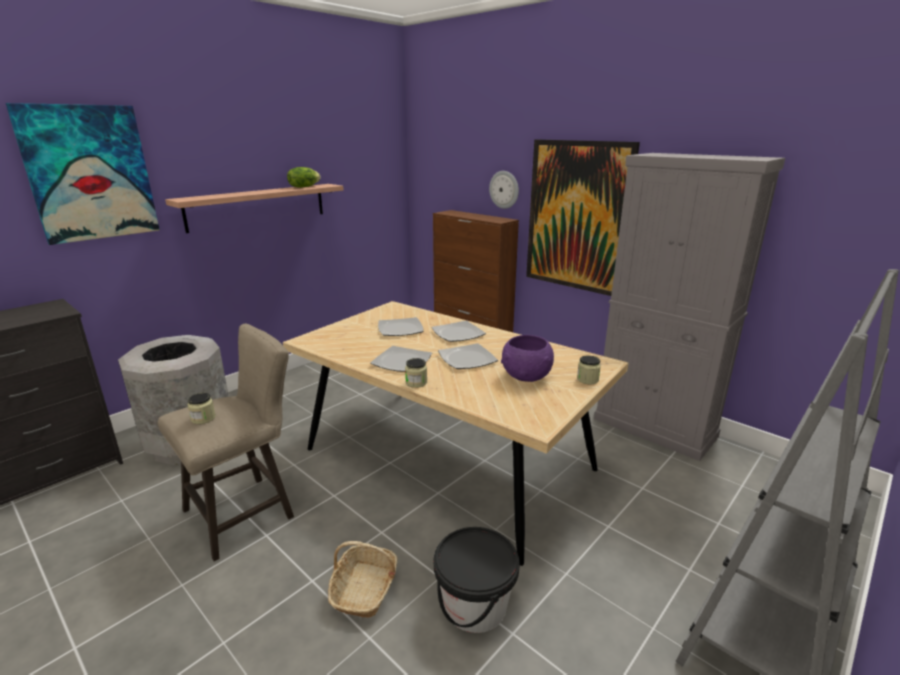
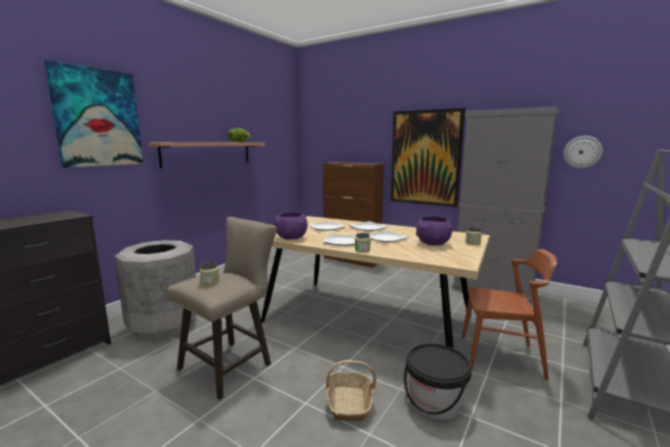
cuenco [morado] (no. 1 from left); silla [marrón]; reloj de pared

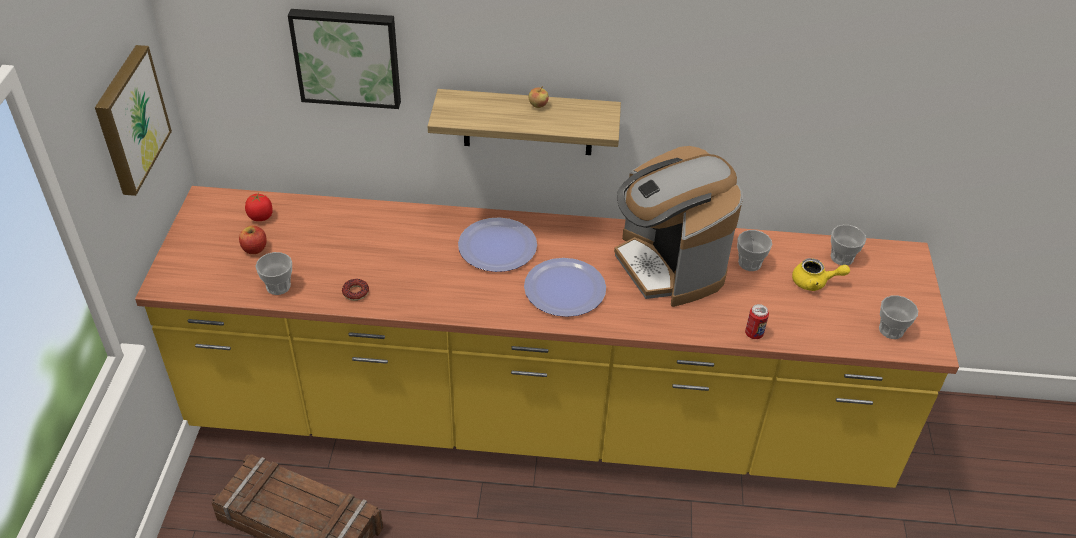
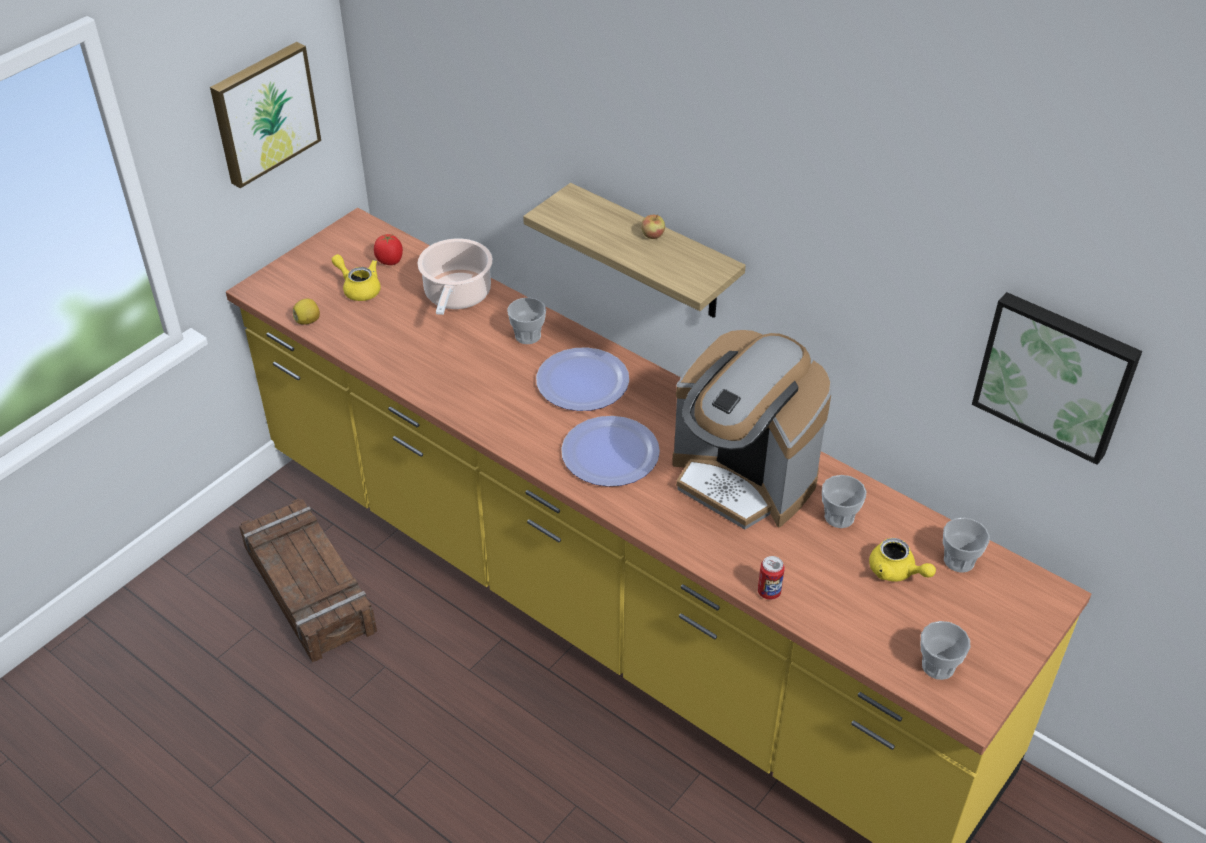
limón; tetera [amarillo] (no. 1 from left); olla; taza (no. 1 from left); cafetera; cuadro (no. 2 from left); rosquilla

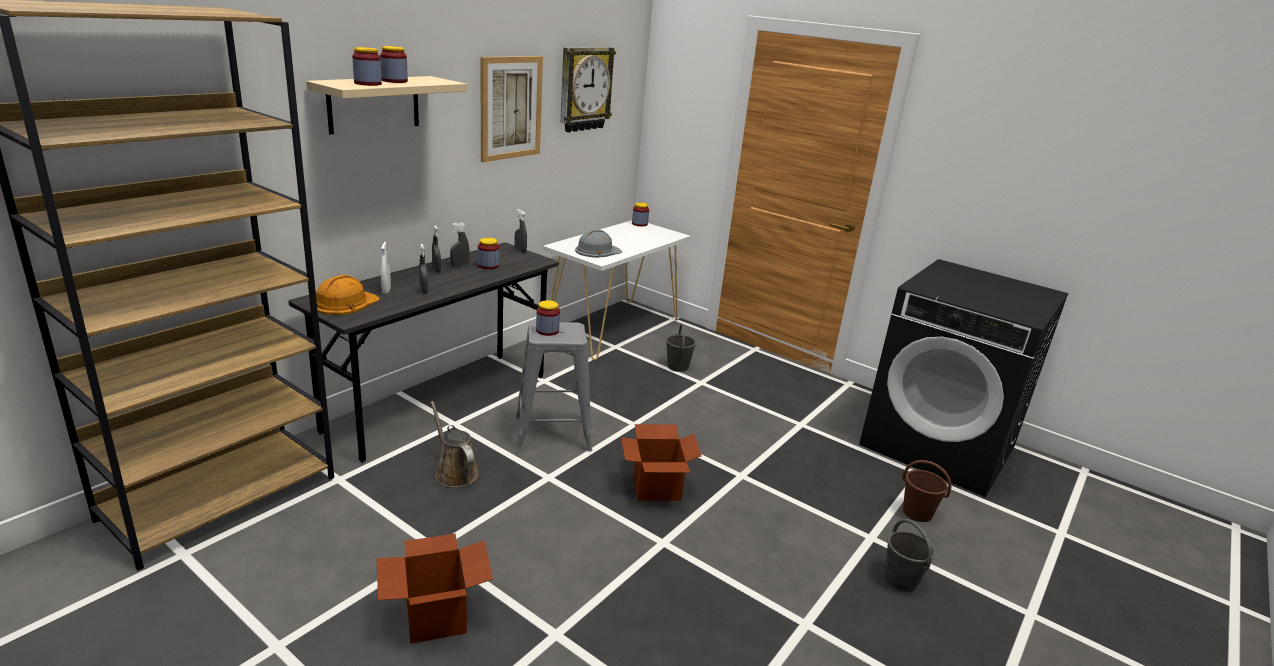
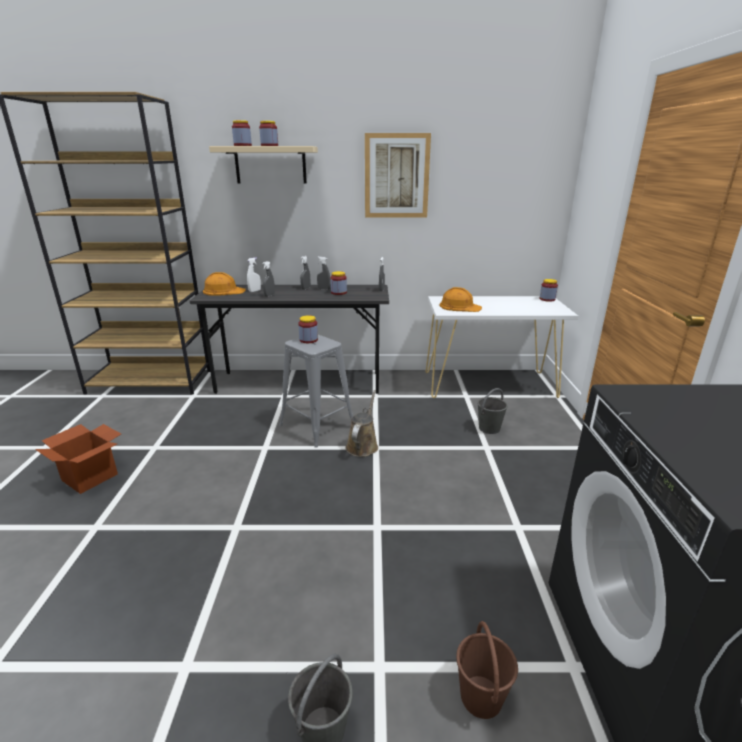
regadera [marrón]; casco [naranja] (no. 2 from left); reloj de pared; caja de cartón (no. 2 from left in the first image)

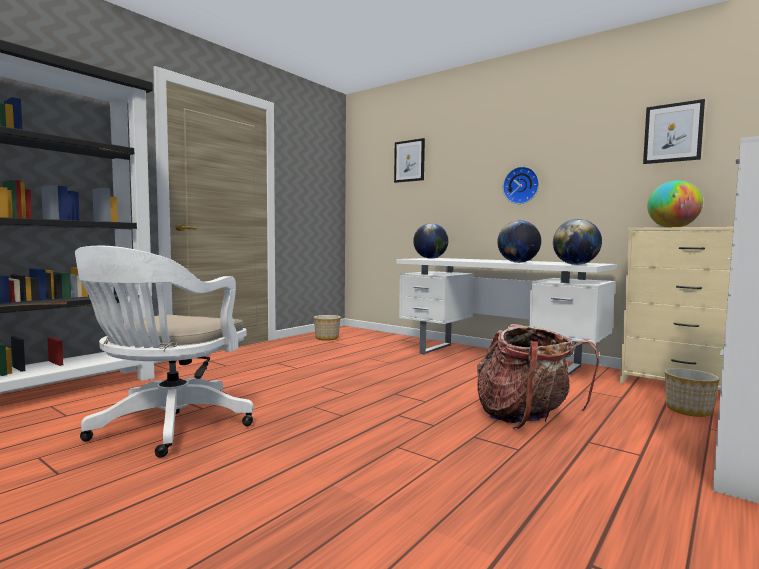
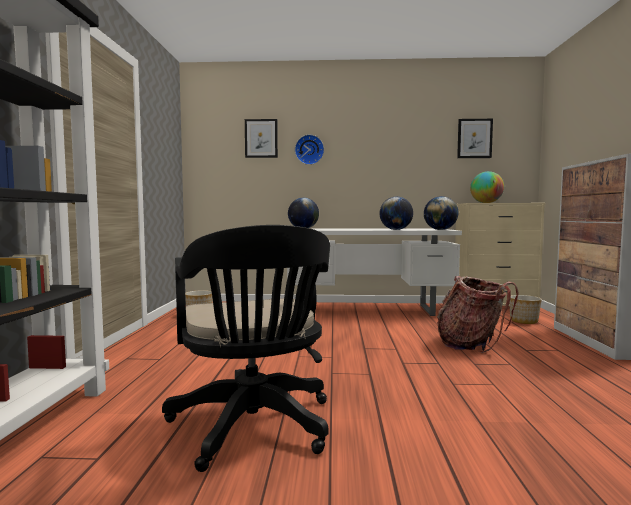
silla de oficina [negro]; reloj de pared

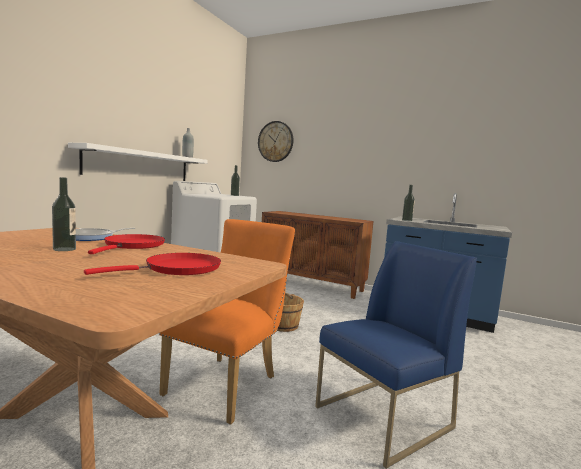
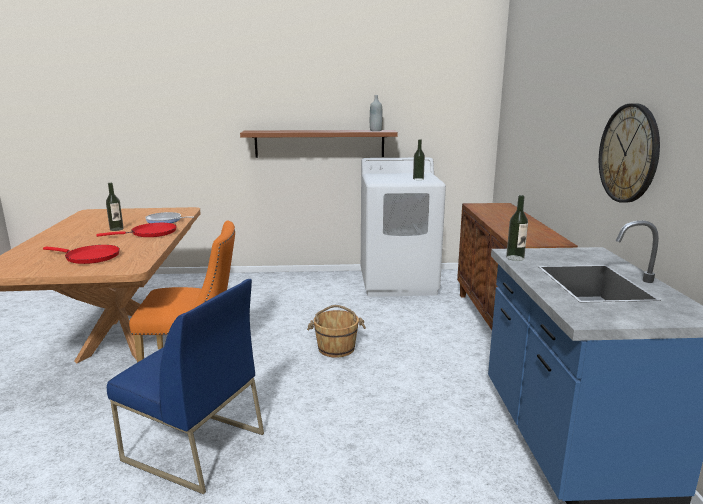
estante [marrón]; reloj de pared

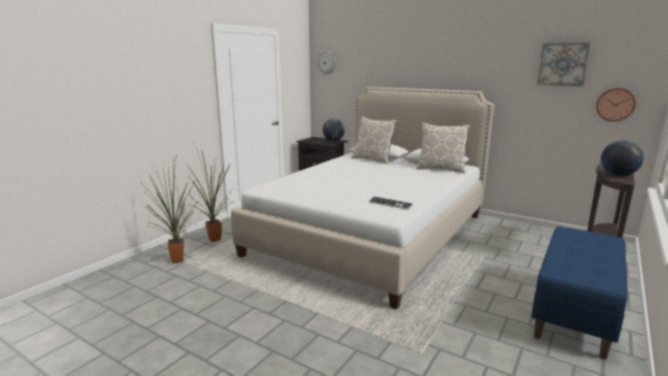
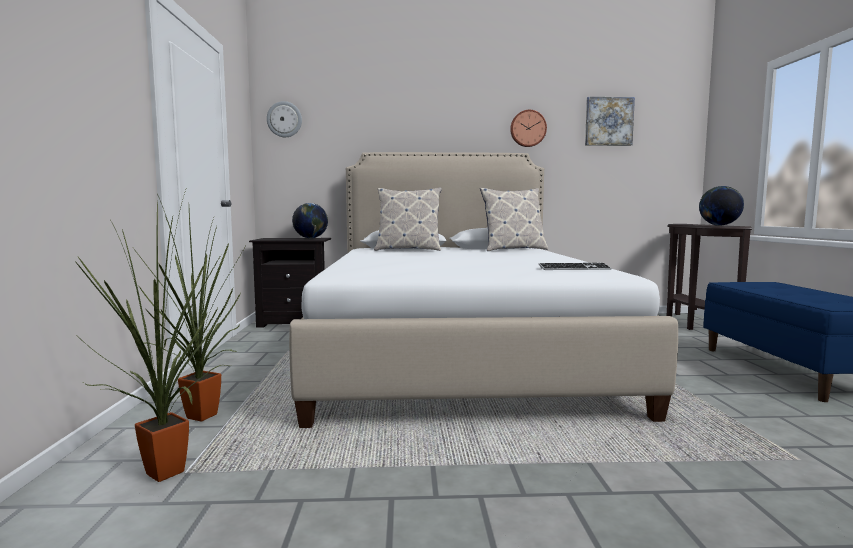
reloj de pared (no. 2 from left)

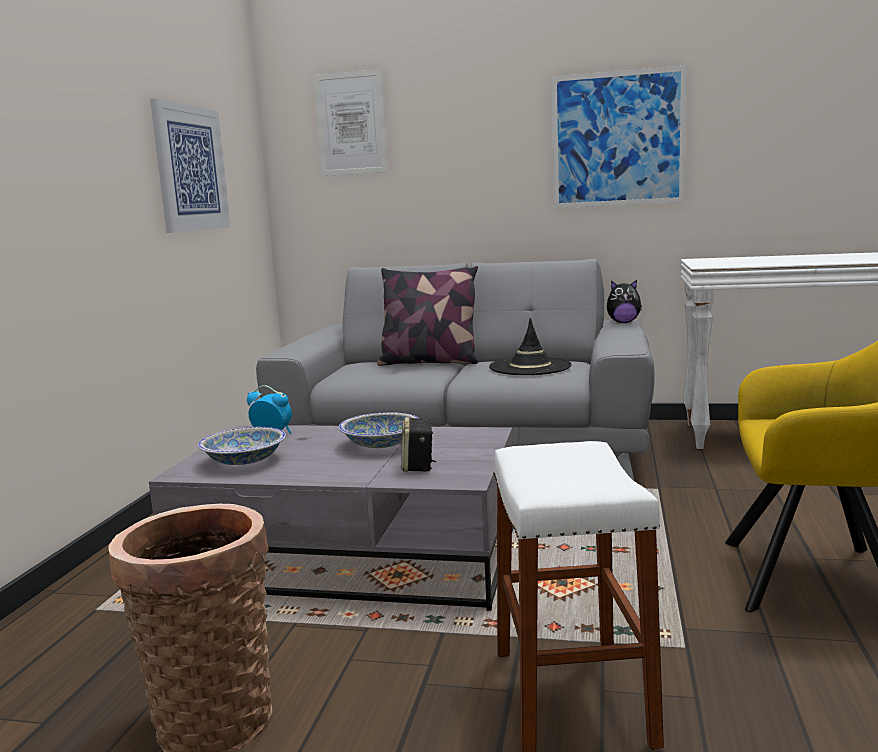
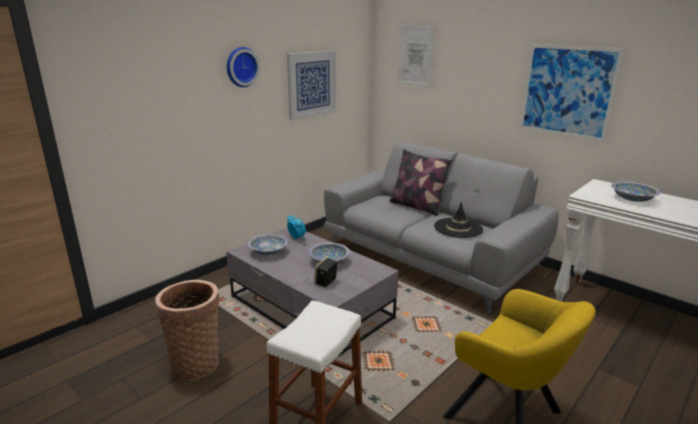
reloj de pared; cuenco (no. 3 from left); peluche

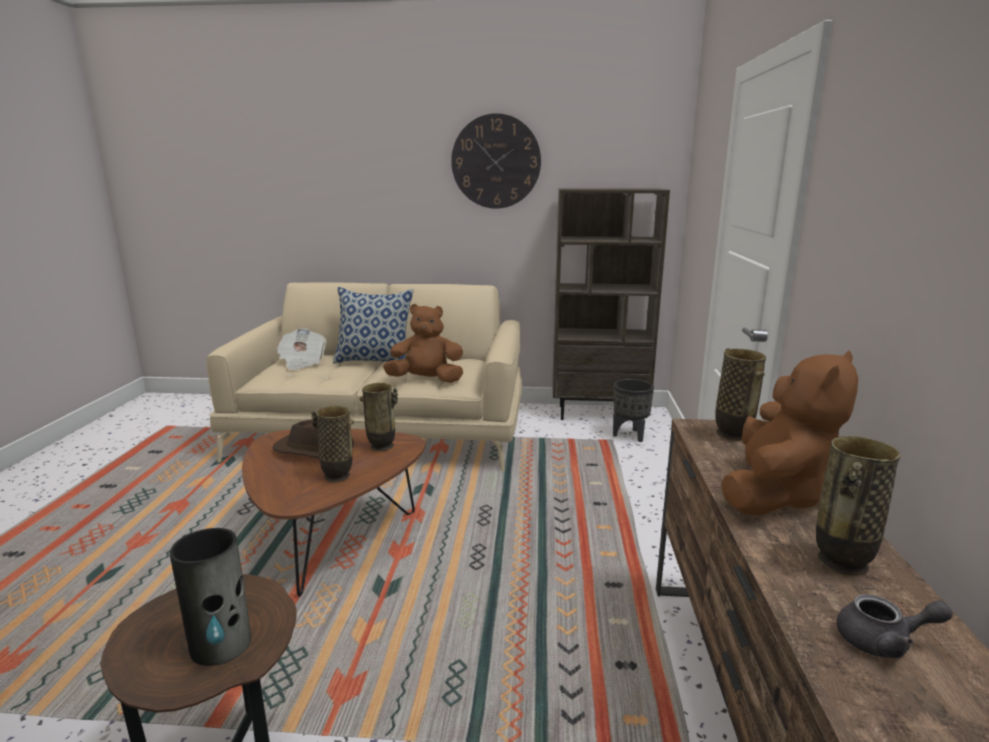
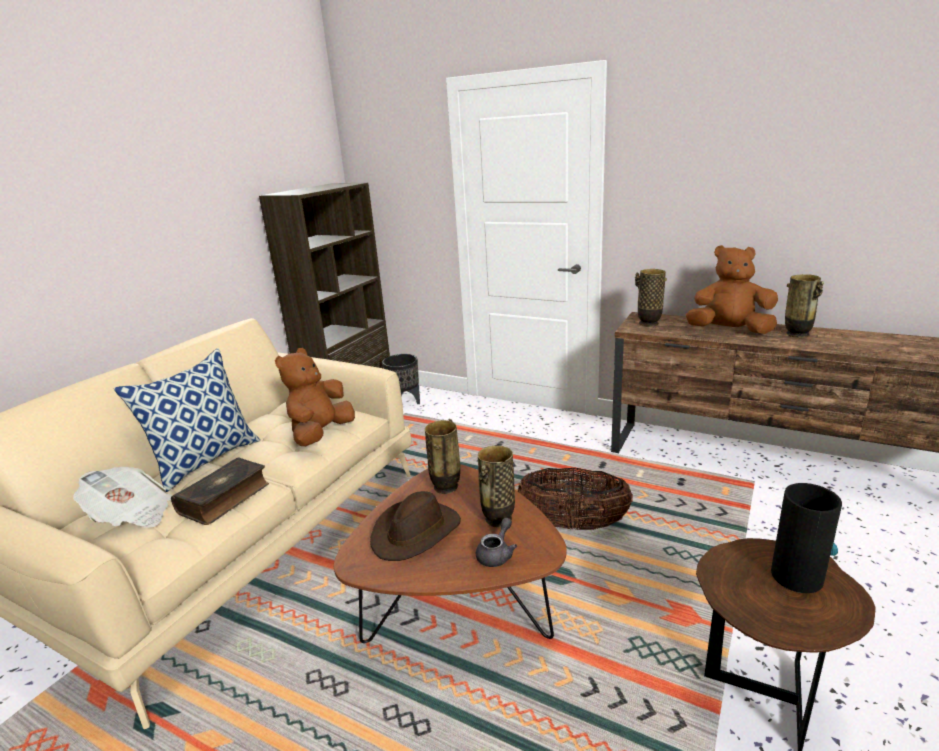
libro; tetera [gris]; cesta; peluche [marrón] (no. 2 from left); reloj de pared

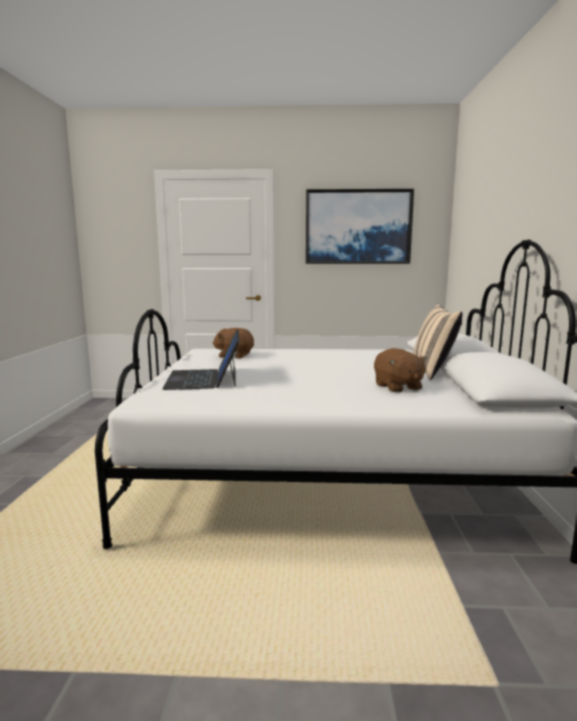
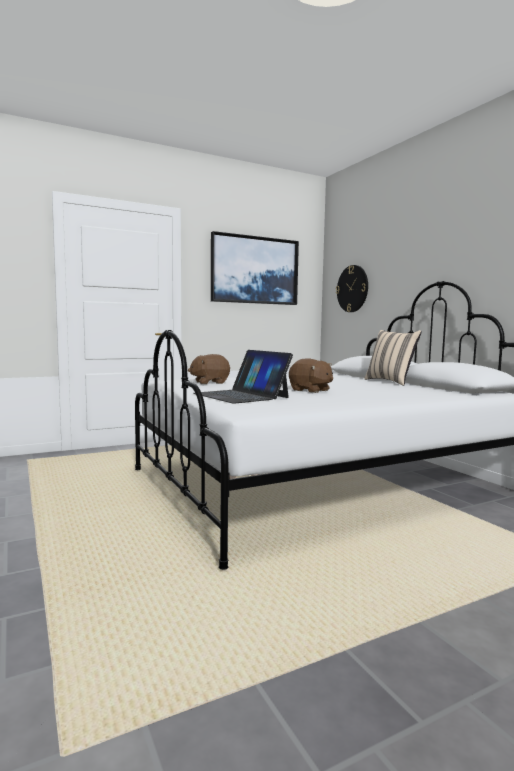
peluche [marrón] (no. 2 from left); reloj de pared

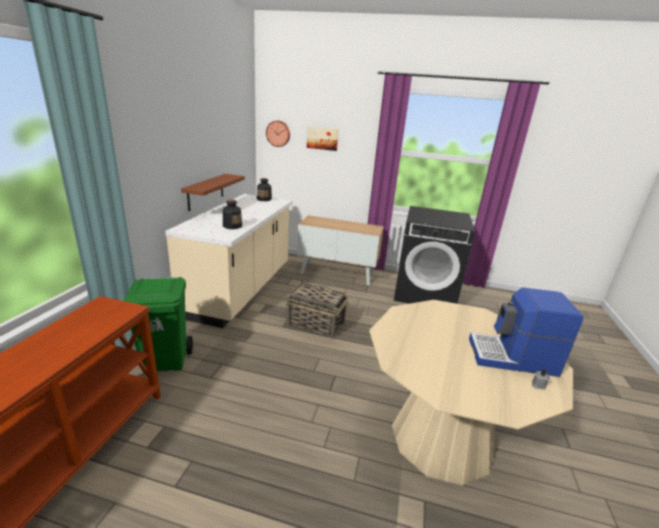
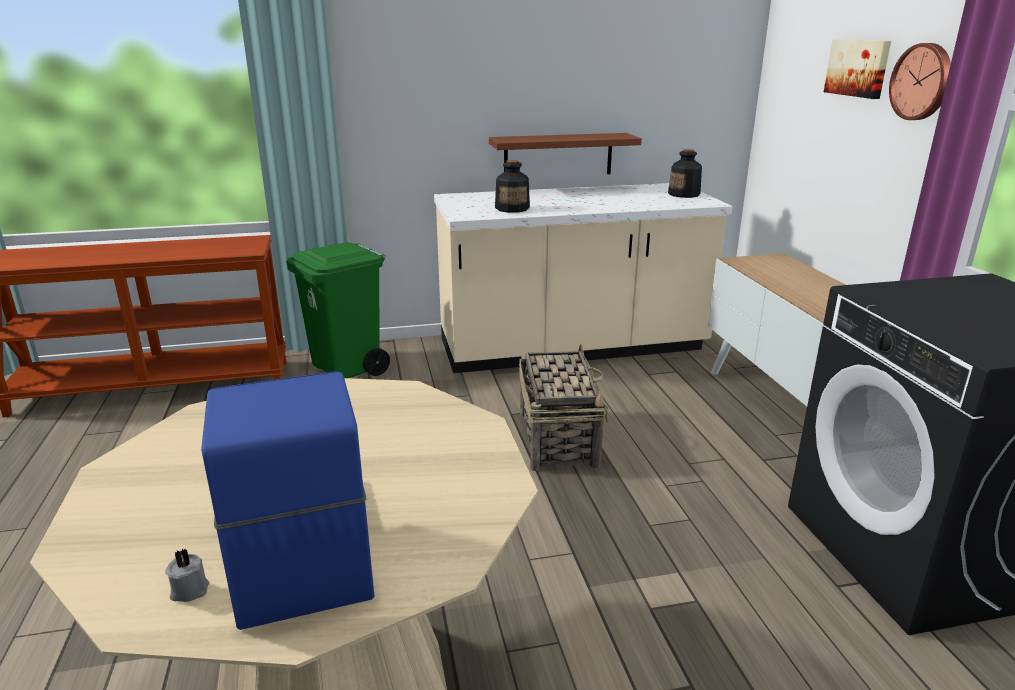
reloj de pared

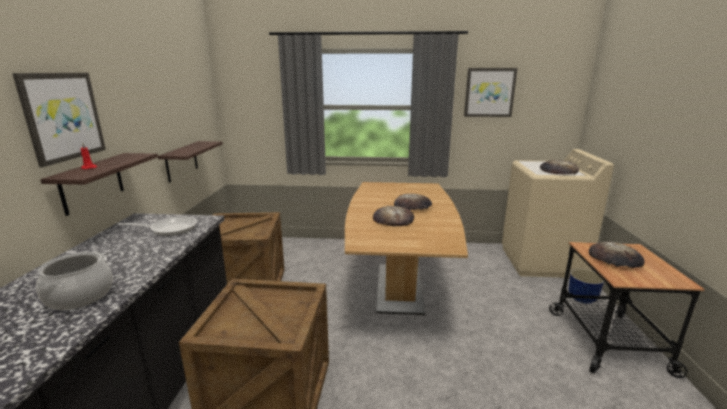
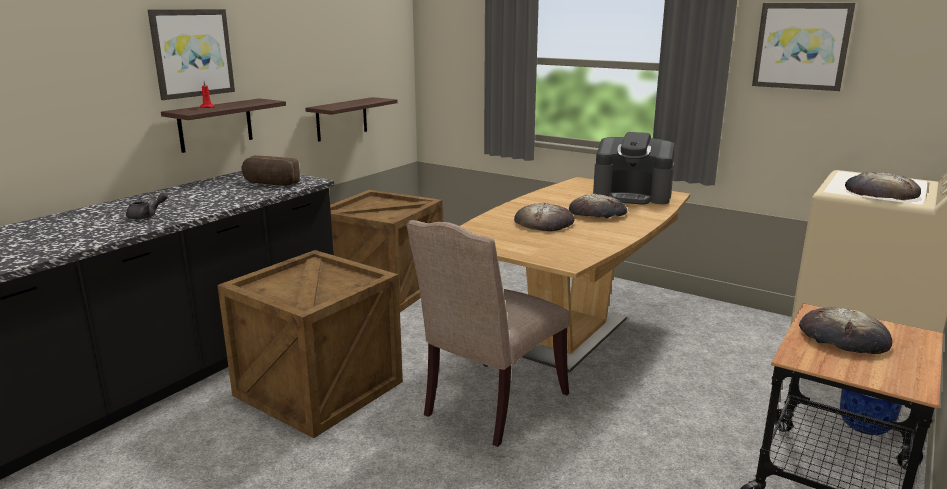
tetera [gris]; pan (no. 1 from left); silla [beis]; cafetera

